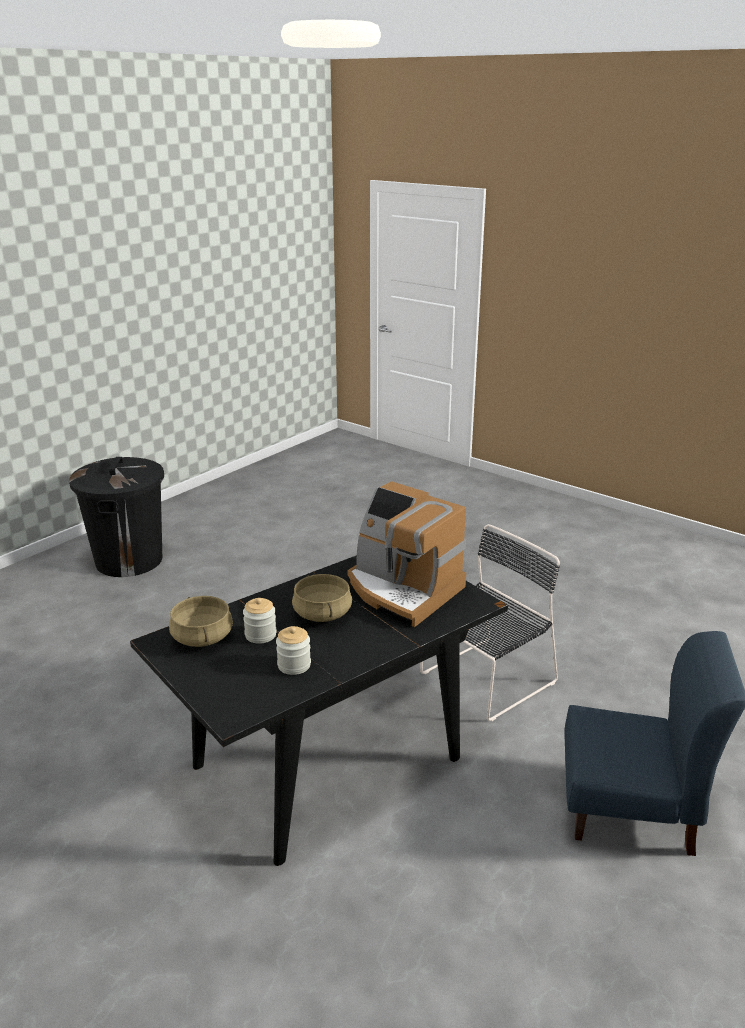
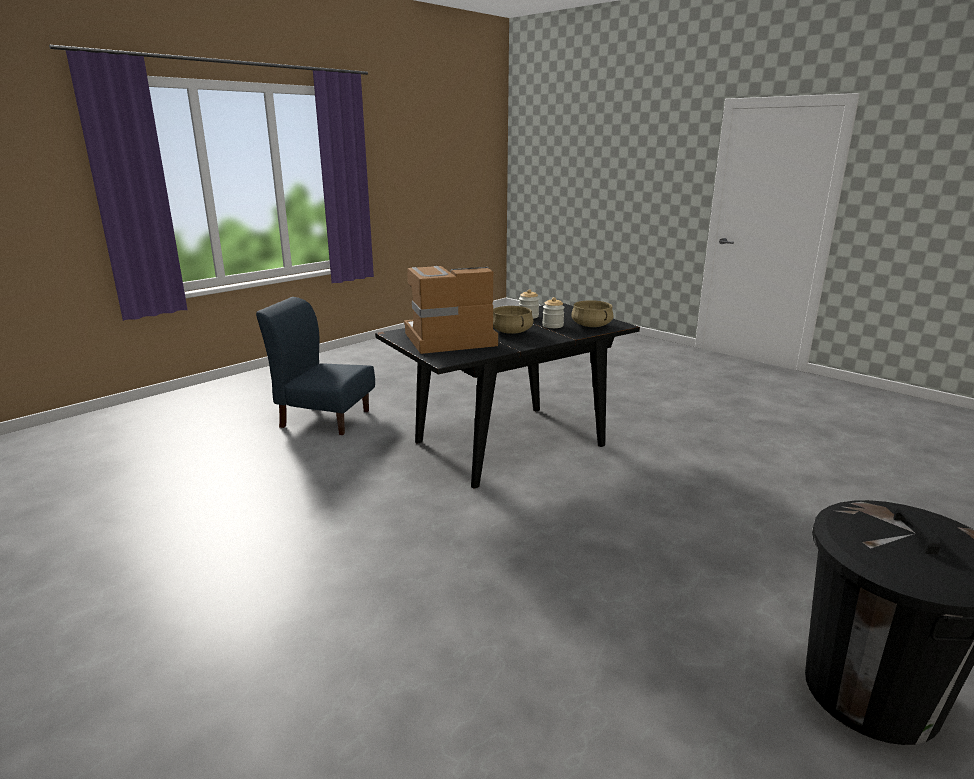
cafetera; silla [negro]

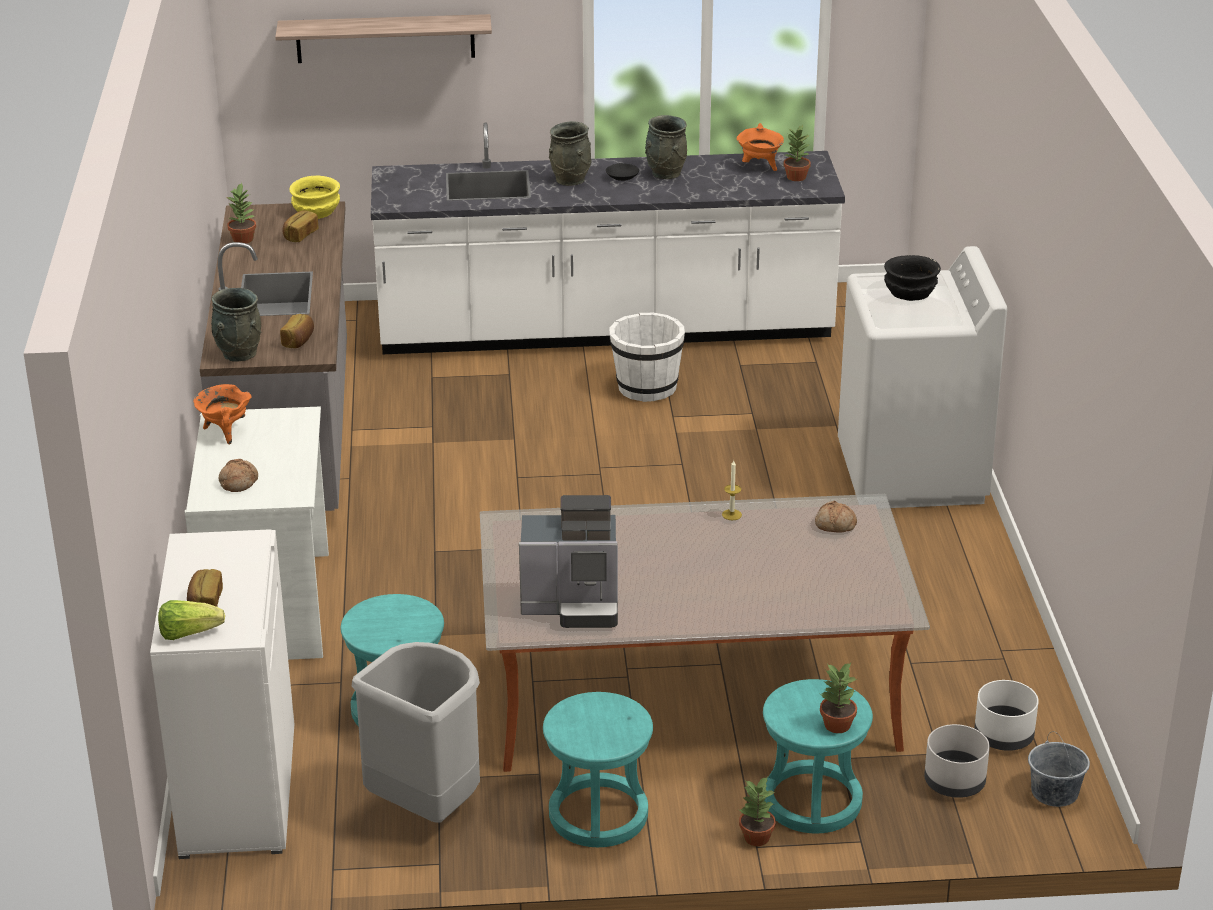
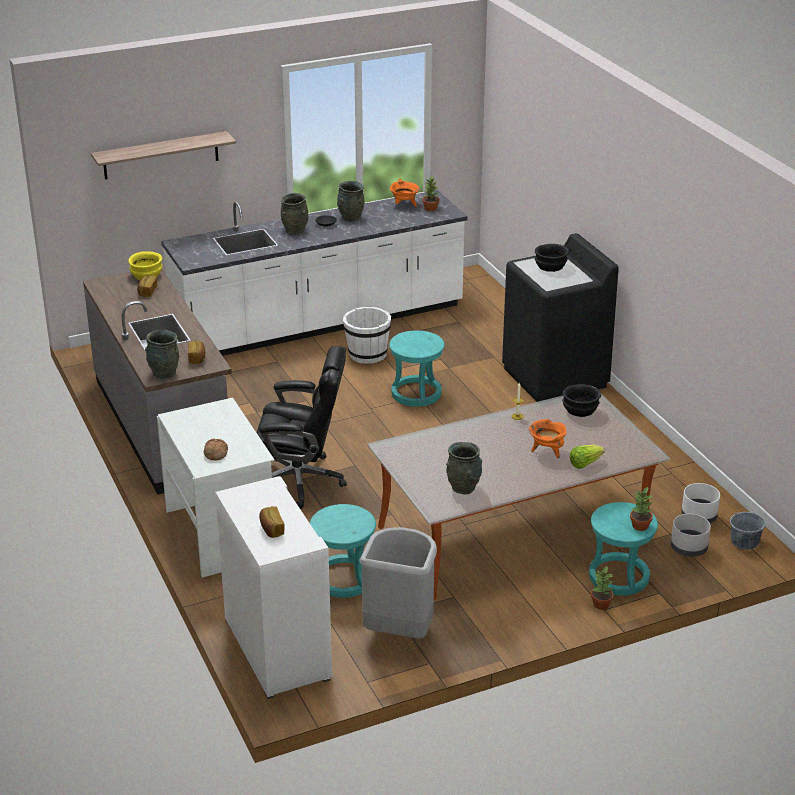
silla de oficina [negro]; taburete [turquesa] (no. 2 from left); florero [gris] (no. 4 from left); lavadora [negro]; olla [naranja] (no. 2 from left); cuenco [negro] (no. 3 from left); lechuga; planta en maceta (no. 1 from left in the first image)

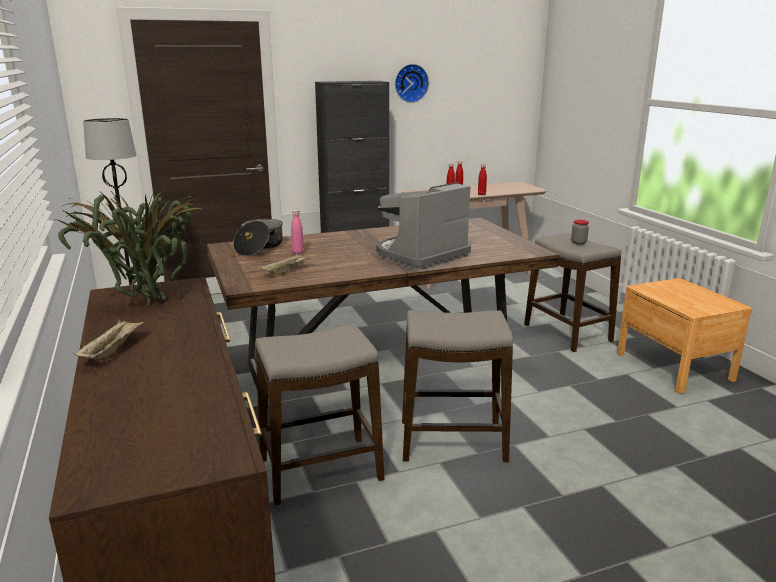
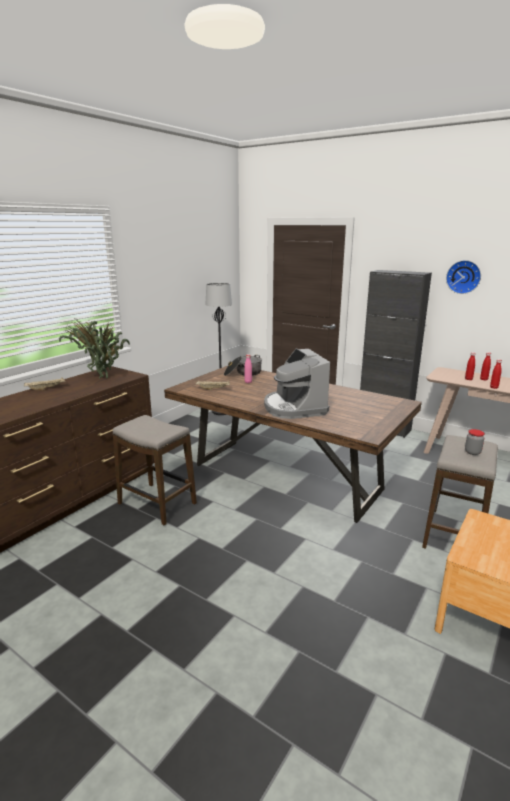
cafetera; taburete (no. 2 from left in the first image)

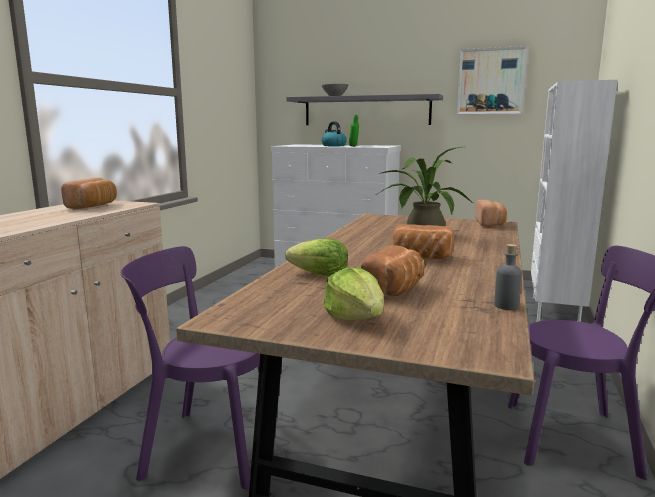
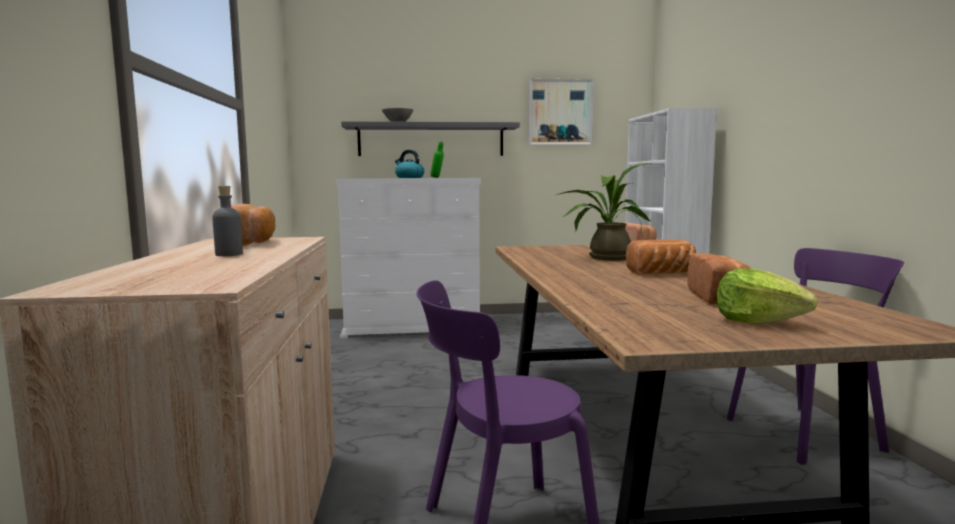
botella [gris]; lechuga (no. 1 from left in the first image)

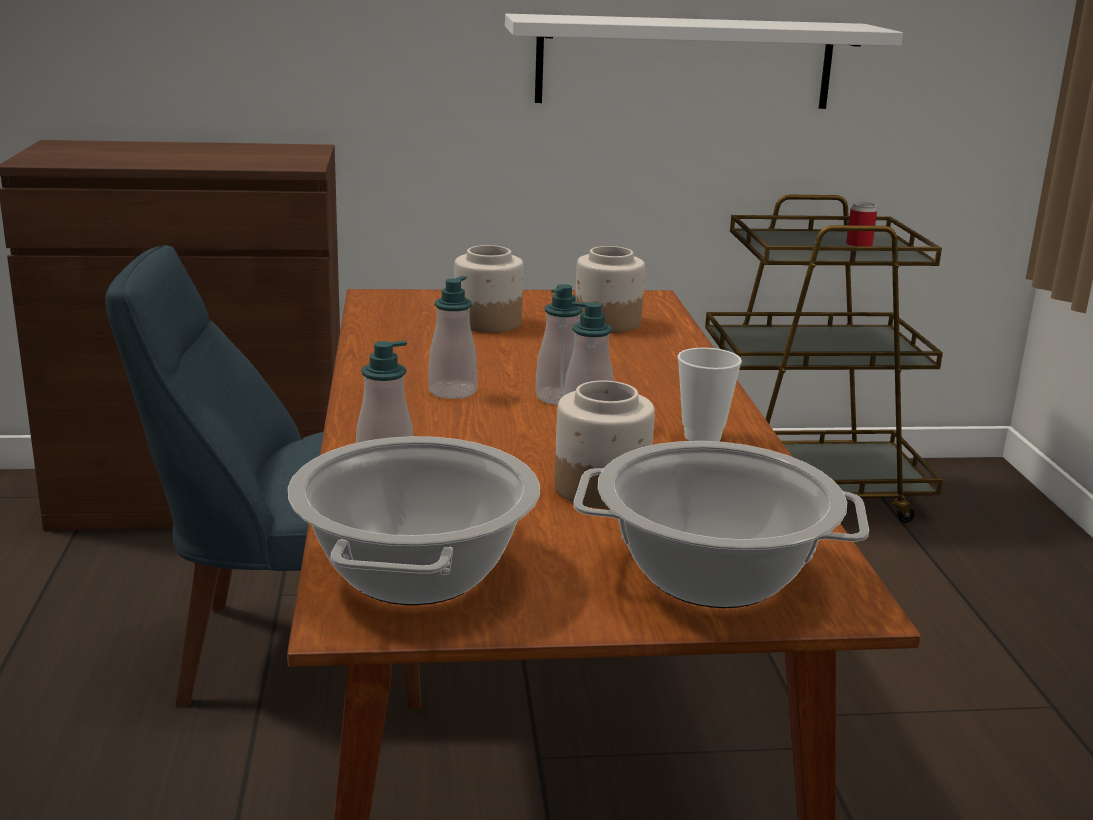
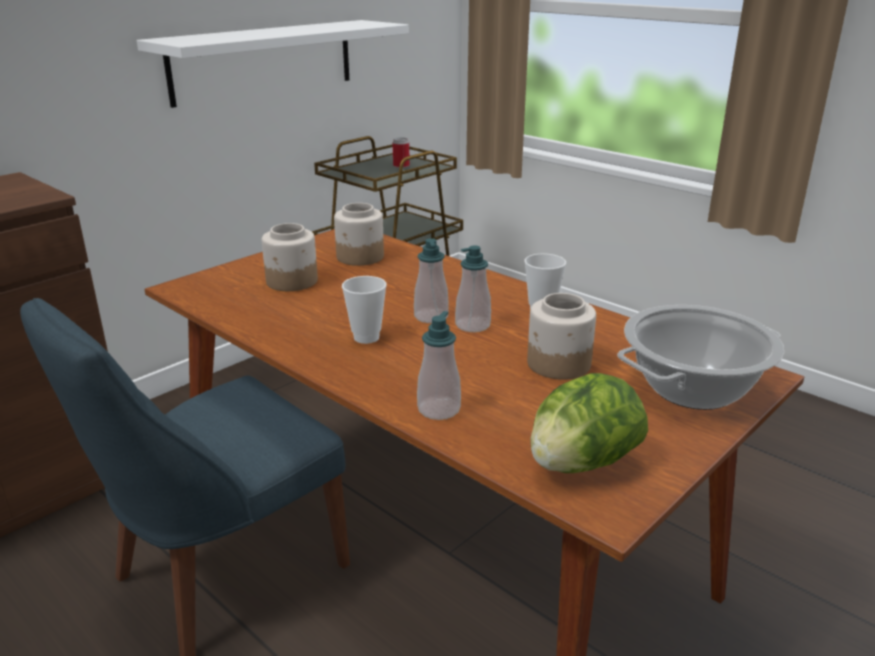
taza (no. 1 from left); lechuga

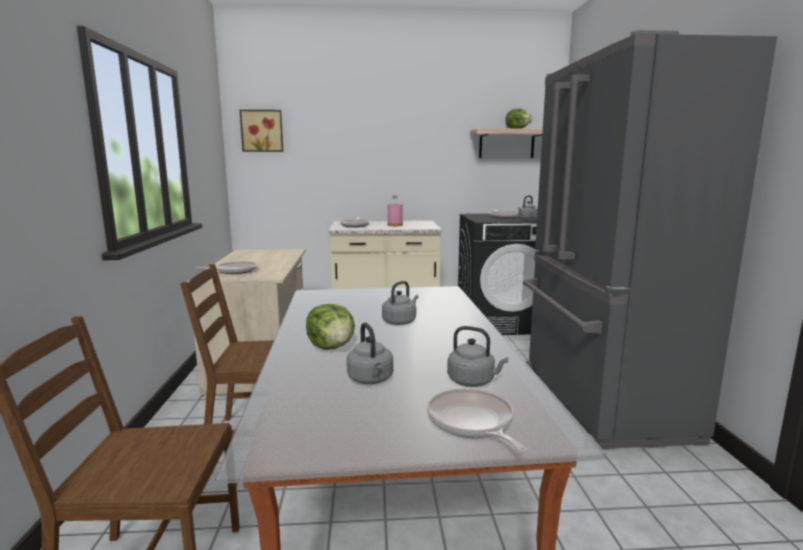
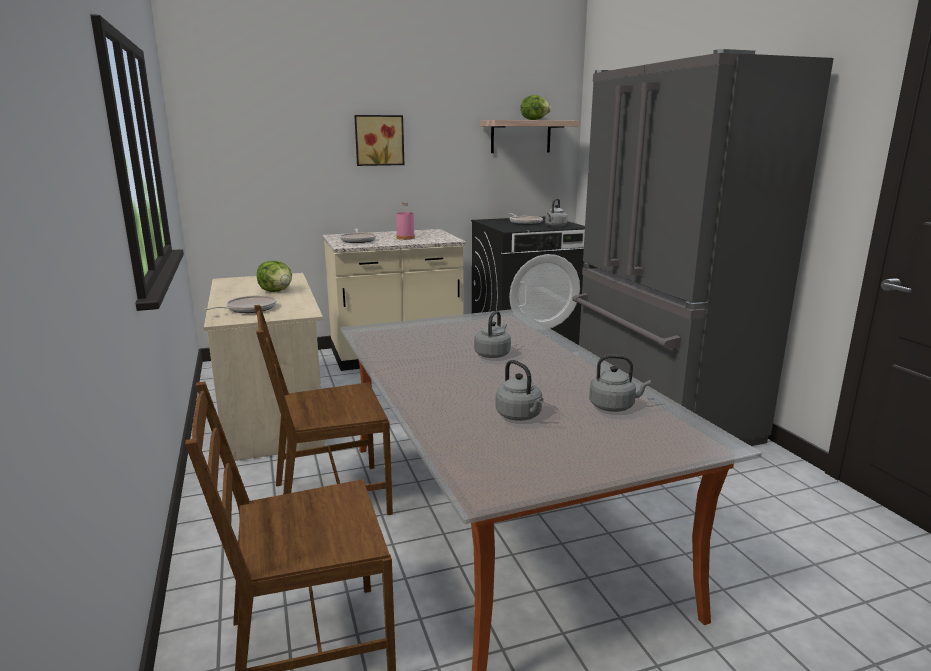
lechuga (no. 1 from left); cuadro; sartén (no. 3 from left in the first image)

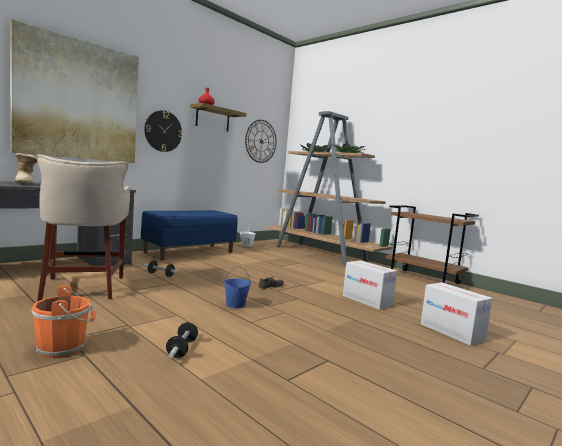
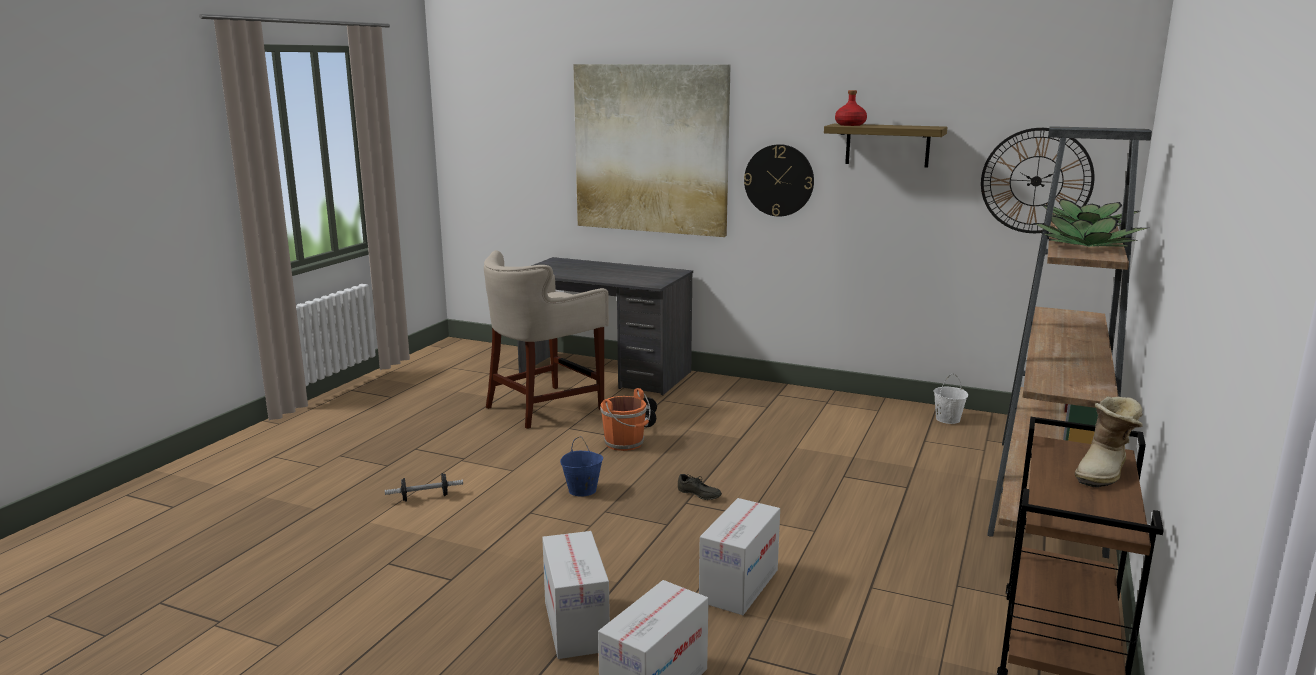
caja de cartón (no. 1 from left); cubo [naranja]; bota; banco [azul]

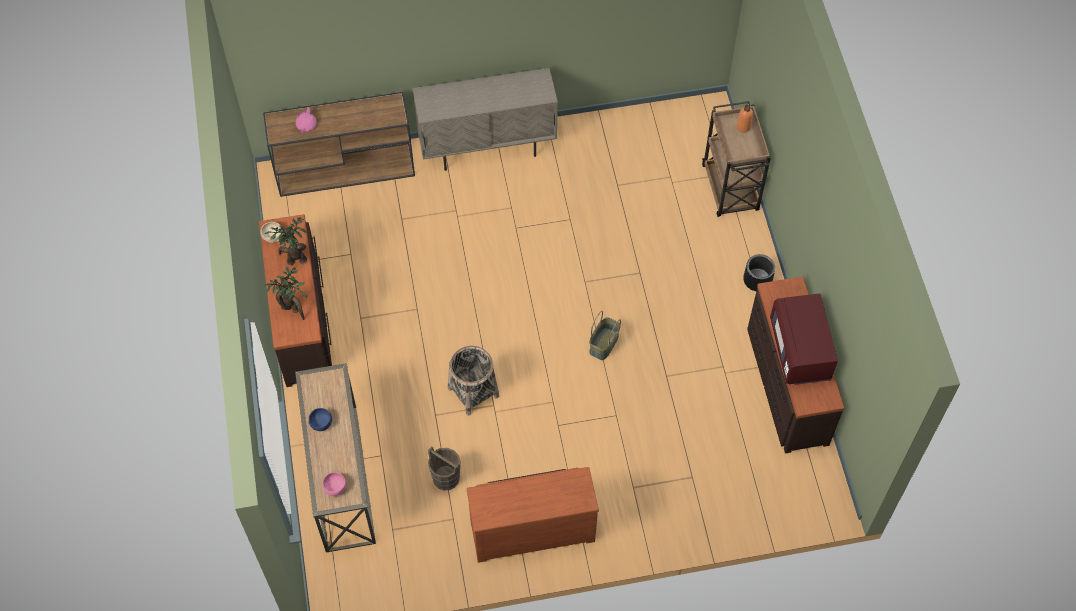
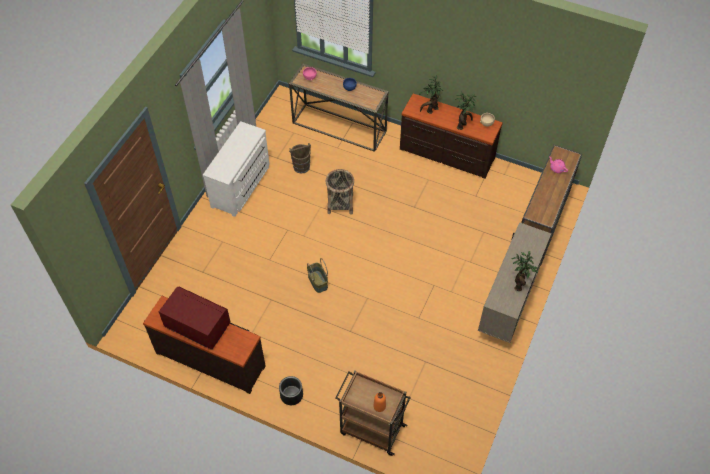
cómoda [blanco]; planta en maceta (no. 3 from left)

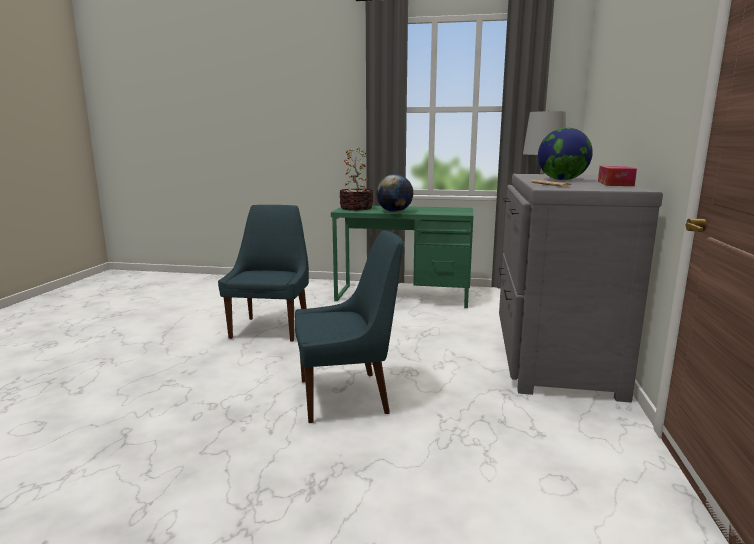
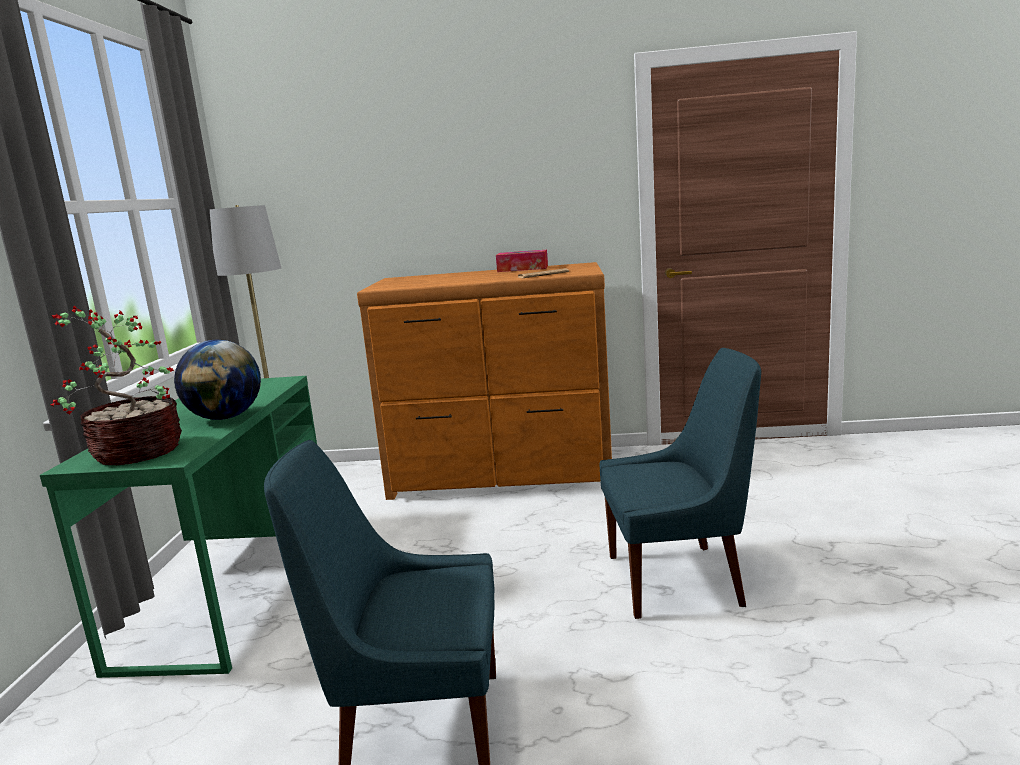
cómoda [marrón]; silla [azul] (no. 2 from left); globo terráqueo (no. 2 from left in the first image)

